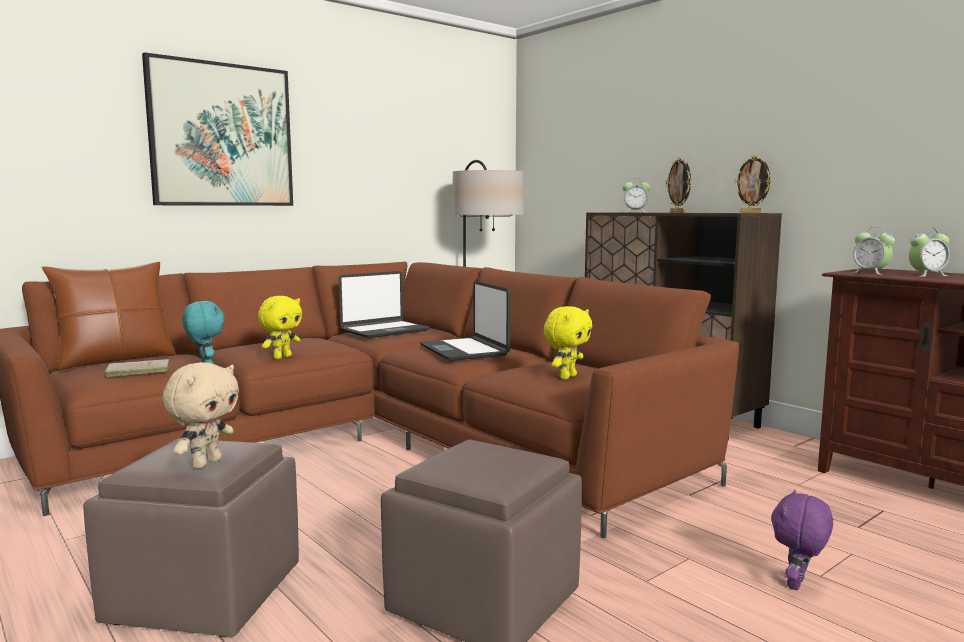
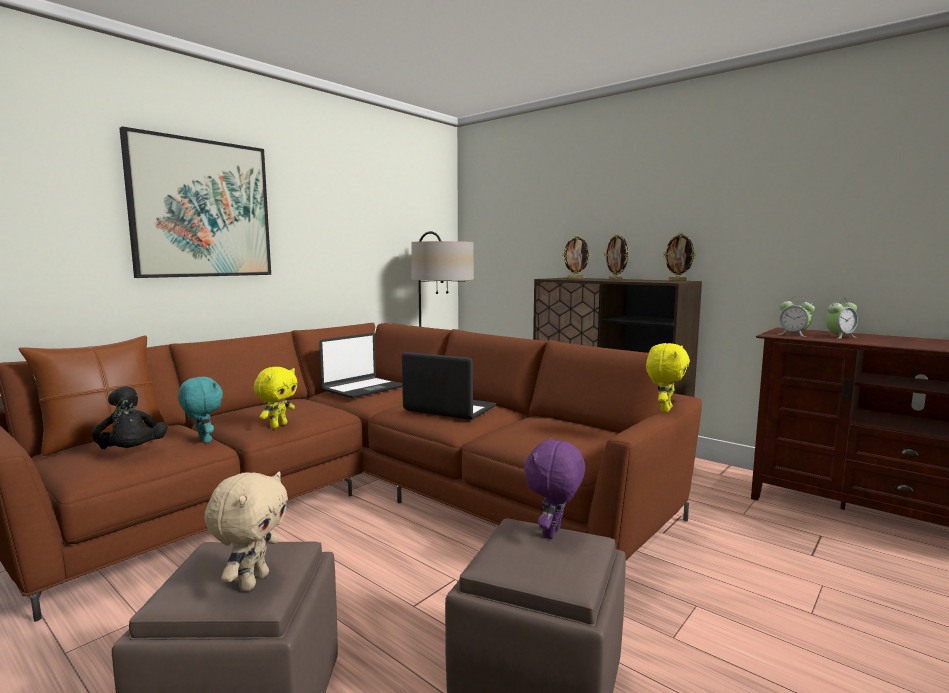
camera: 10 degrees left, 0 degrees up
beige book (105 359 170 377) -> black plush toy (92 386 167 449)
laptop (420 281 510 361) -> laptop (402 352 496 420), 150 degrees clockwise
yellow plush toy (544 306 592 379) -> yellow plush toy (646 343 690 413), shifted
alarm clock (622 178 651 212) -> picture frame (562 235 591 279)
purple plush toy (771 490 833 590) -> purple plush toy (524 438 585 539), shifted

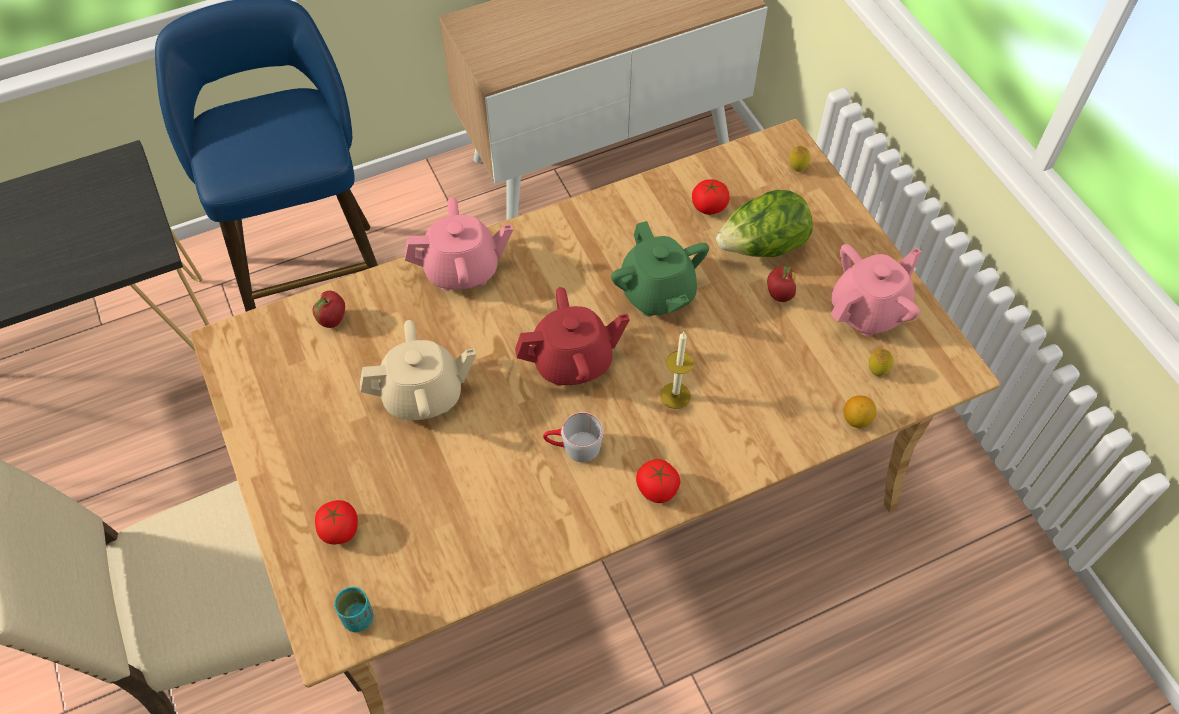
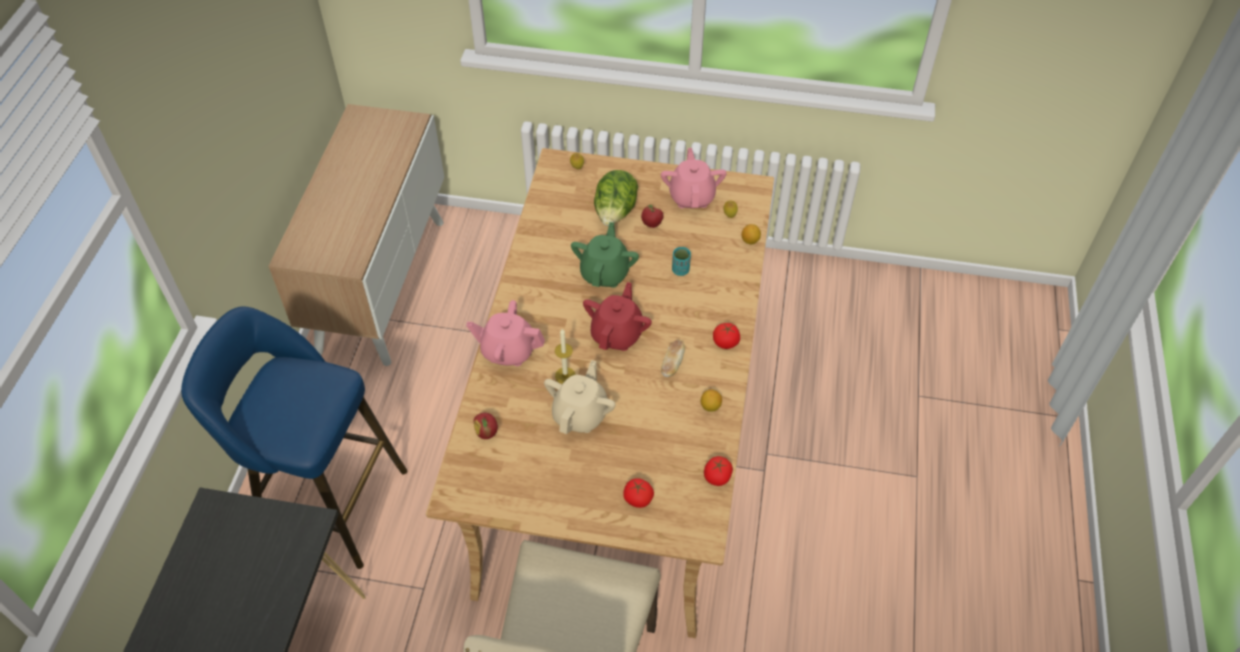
camera: 55 degrees left, 5 degrees down
turquoise cup (334 587 373 632) -> turquoise cup (672 247 691 276), shifted
pink teapot (405 197 513 291) -> pink teapot (466 300 545 366), 105 degrees counterclockwise
grey mug (543 412 603 462) -> bread (661 340 685 377)
green teapot (611 221 709 316) -> green teapot (571 222 639 288), 90 degrees counterclockwise
candle (660 331 693 409) -> candle (555 329 576 384), shifted
tomato (692 179 730 215) -> tomato (704 456 733 486), shifted
none -> lemon (701 389 722 412)

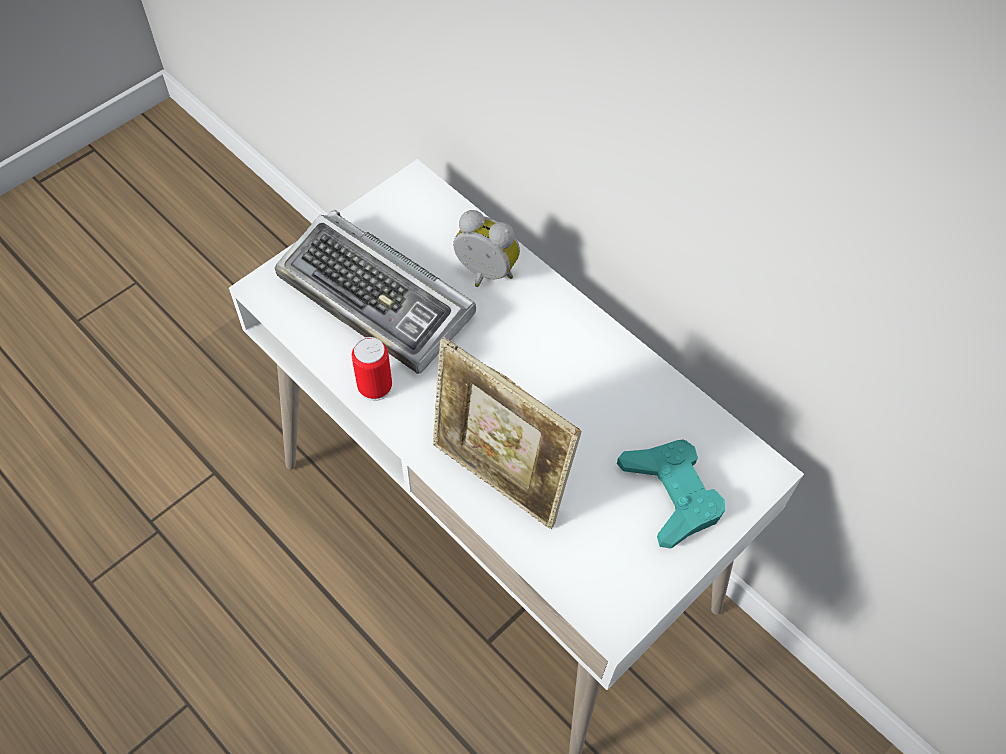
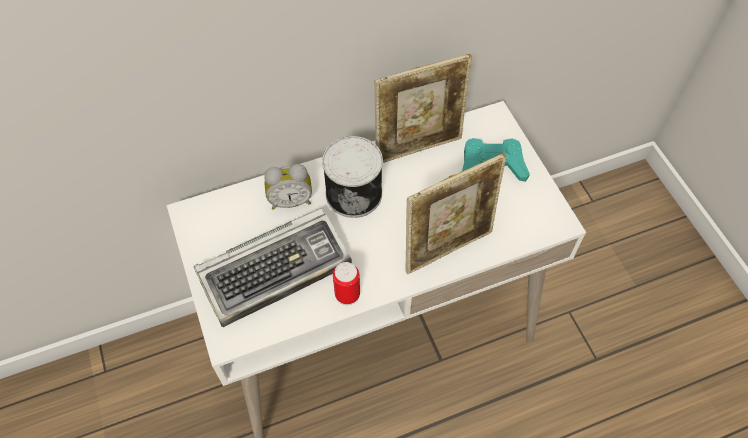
camera: 65 degrees left, 0 degrees up
alarm clock (453 210 520 287) -> alarm clock (264 164 312 210), 150 degrees counterclockwise
none -> can (322 136 383 218)
none -> picture frame (375 54 472 163)

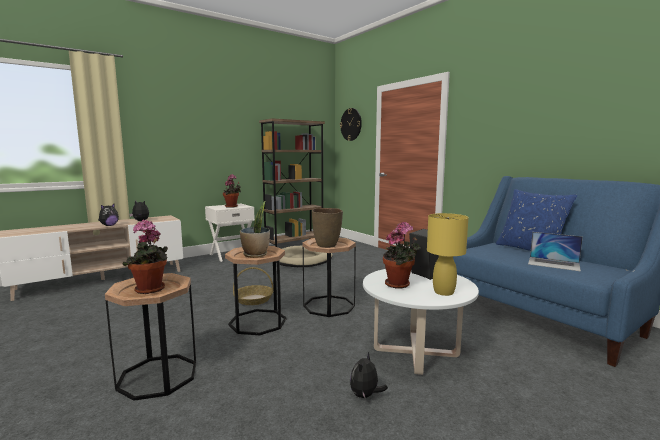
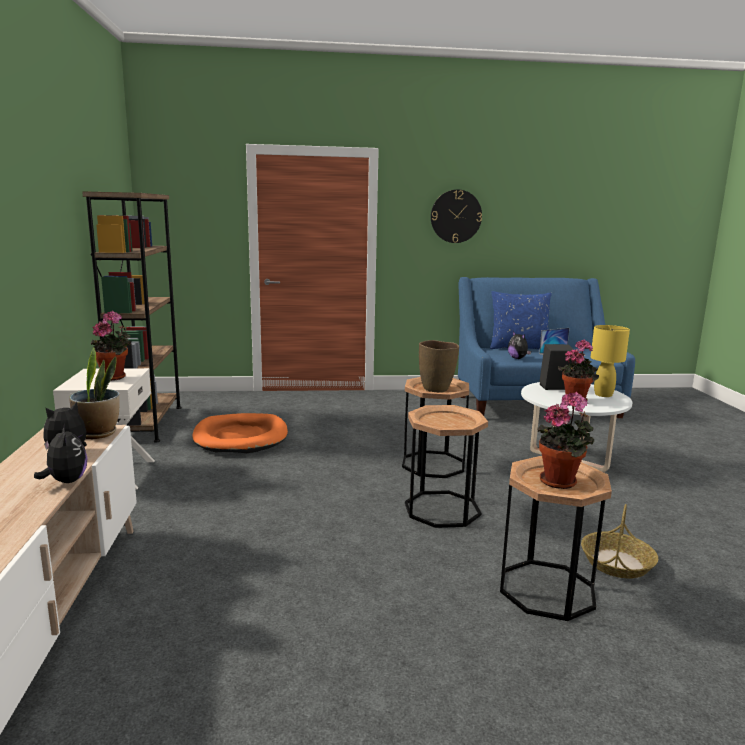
camera: 60 degrees left, 5 degrees up
basket (233 267 273 305) -> basket (581 504 658 579), shifted
potted plant (240 201 270 258) -> potted plant (69 347 120 439), shifted
beige dog bed (276 246 333 267) -> orange dog bed (192 413 288 453)
wall clock (340 108 362 141) -> wall clock (431 190 482 243), shifted
plush toy (350 352 388 399) -> plush toy (508 331 531 359), shifted

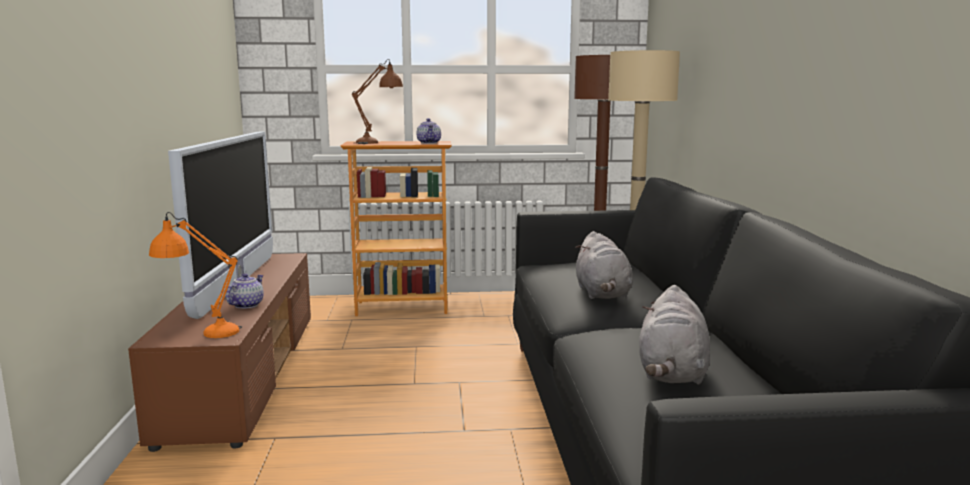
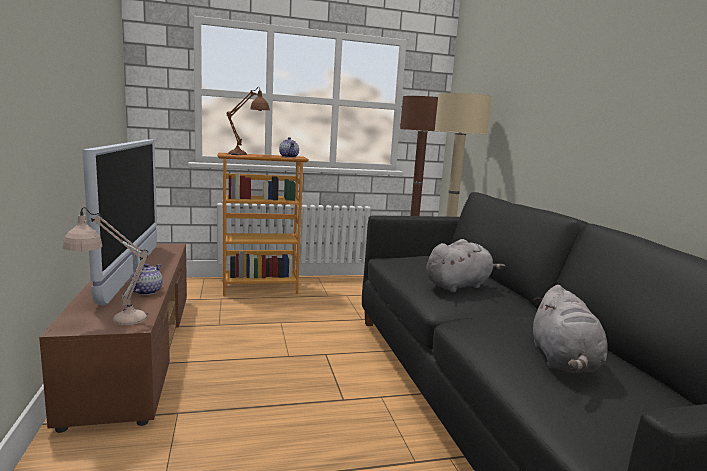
camera: 10 degrees left, 0 degrees up
orange table lamp (149 212 242 338) -> beige table lamp (63 207 149 325)
grey plush toy (575 231 633 299) -> grey plush toy (426 239 506 292), 105 degrees counterclockwise

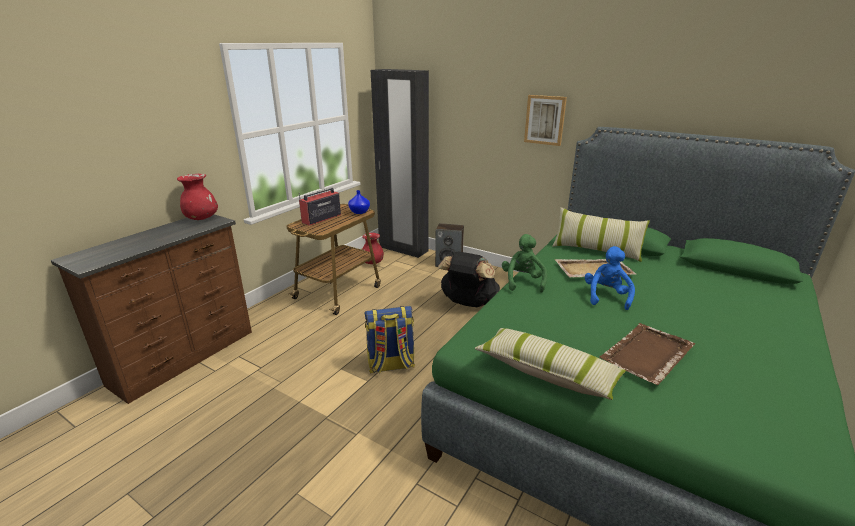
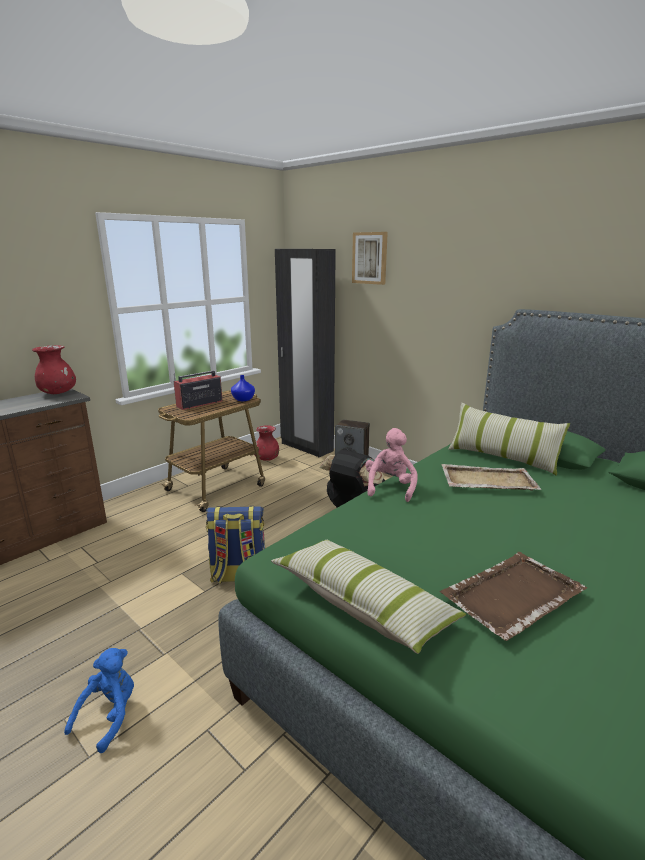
camera: 10 degrees right, 5 degrees down
green plush toy (502 234 547 292) -> pink plush toy (365 428 418 502)
picture (524 95 567 146) -> picture (352 232 388 285), shifted
blue plush toy (585 246 635 310) -> blue plush toy (64 648 134 753), shifted

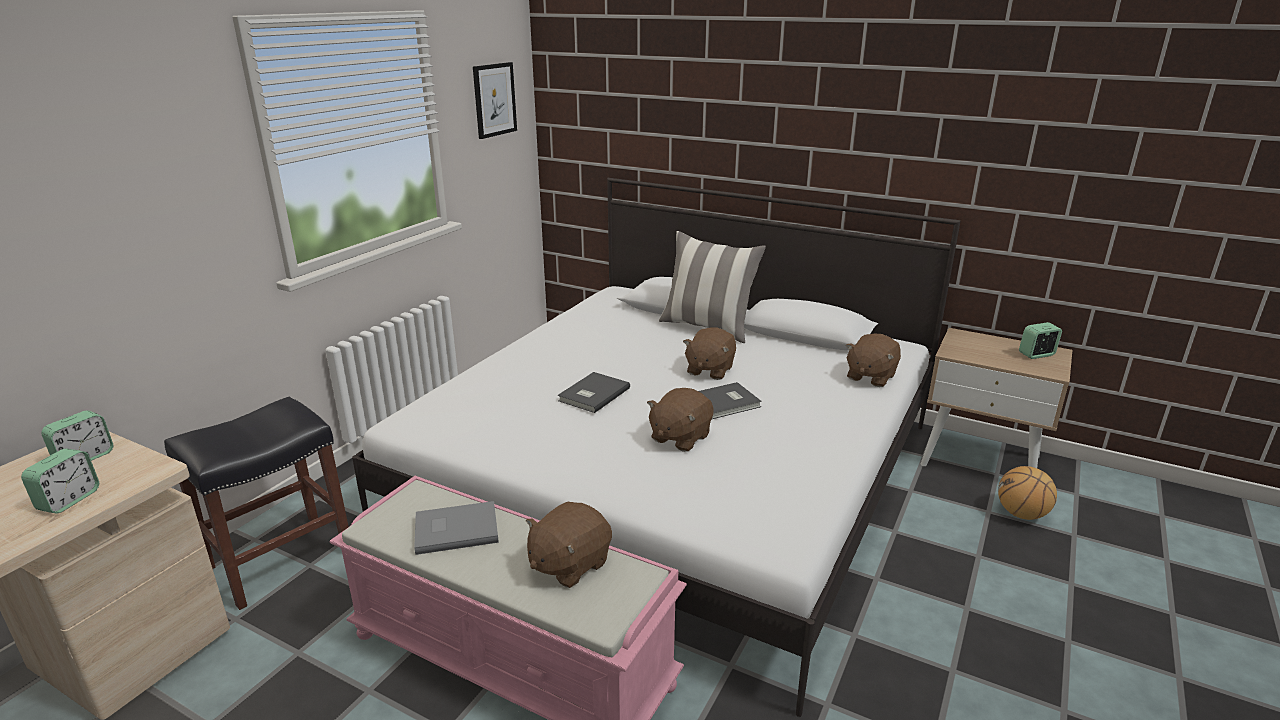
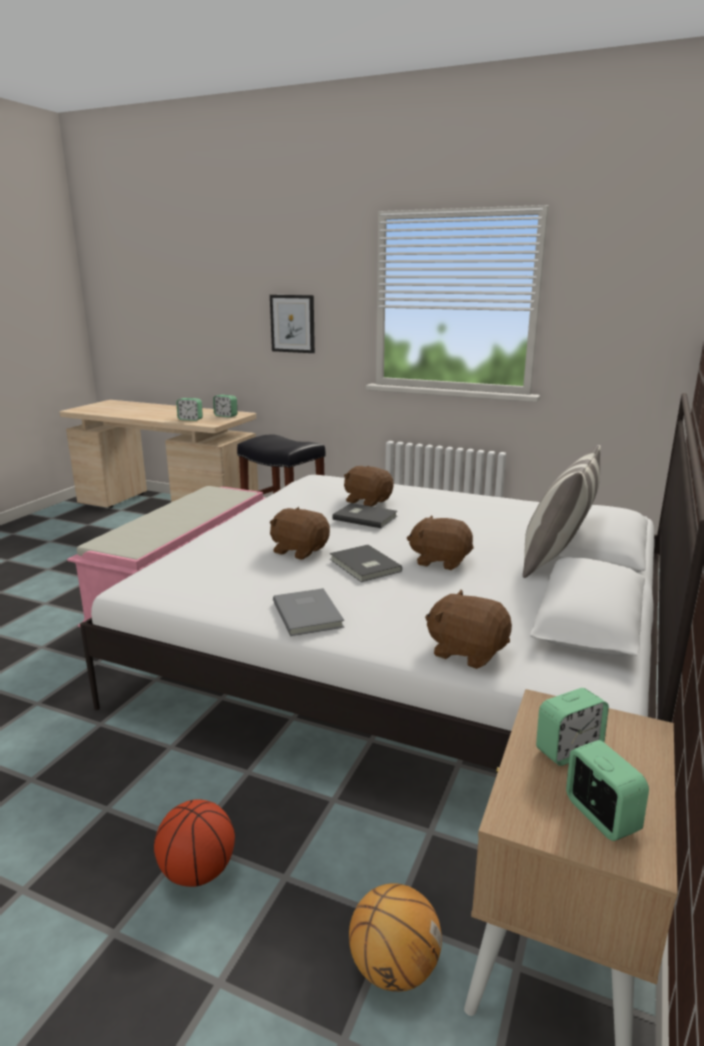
camera: 85 degrees right, 5 degrees down
grey book (414 501 499 555) -> grey book (273 588 344 636), shifted
picture (473 62 517 139) -> picture (270 295 315 353), shifted
brown plush toy (526 501 612 588) -> brown plush toy (344 466 394 506), shifted
none -> basketball (154 799 235 887)
none -> alarm clock (536 688 609 766)

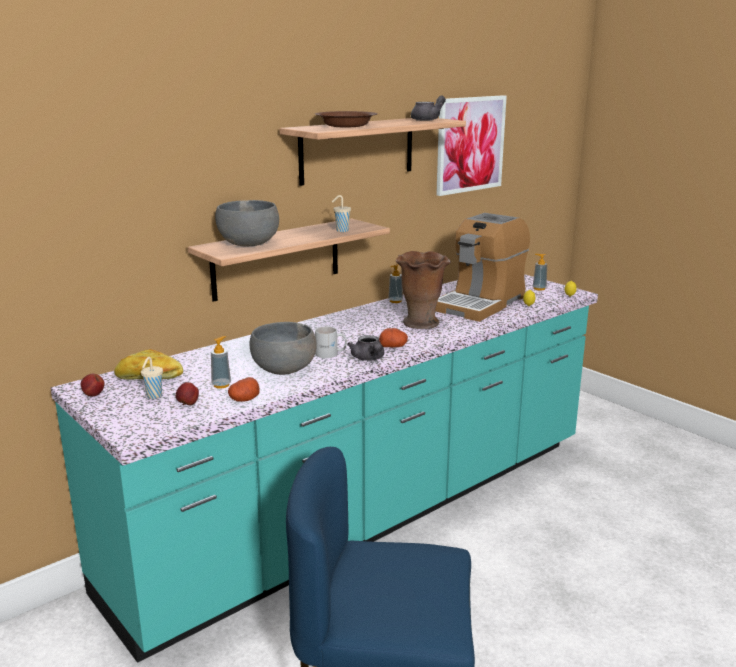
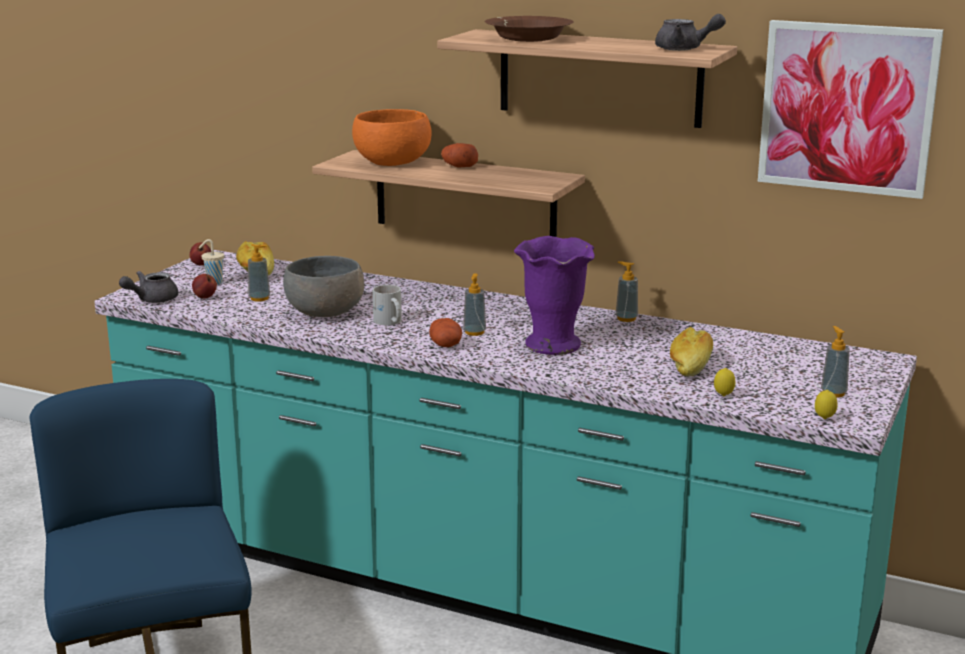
camera: 65 degrees right, 0 degrees up
grey bowl (215 200 279 246) -> orange bowl (352 109 431 166)
potato (228 377 260 402) -> potato (441 143 478 167), shifted
beige cup (332 195 351 232) -> none
grey teapot (347 335 384 361) -> grey teapot (119 271 178 303), shifted
brown vase (396 251 451 329) -> purple vase (514 236 595 355)
coffee machine (435 213 530 322) -> bread (670 327 713 376)
none -> soap dispenser (463 273 486 336)

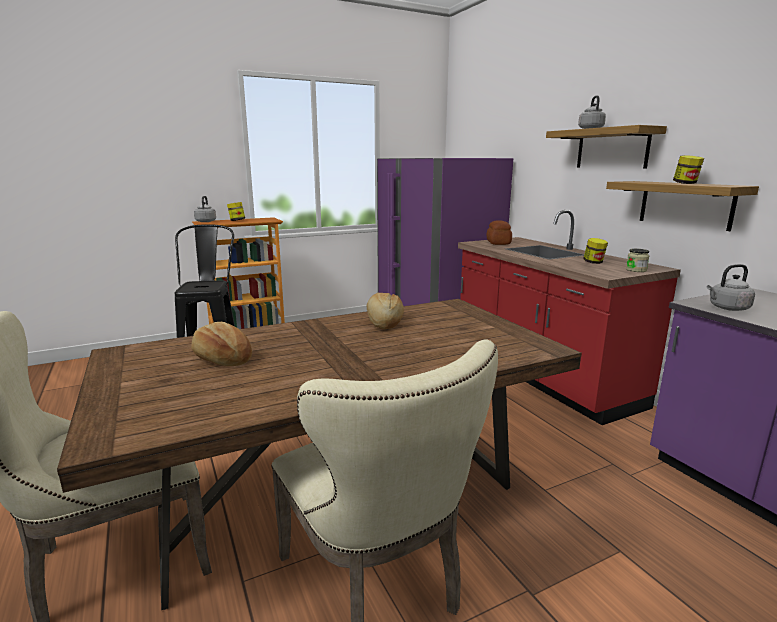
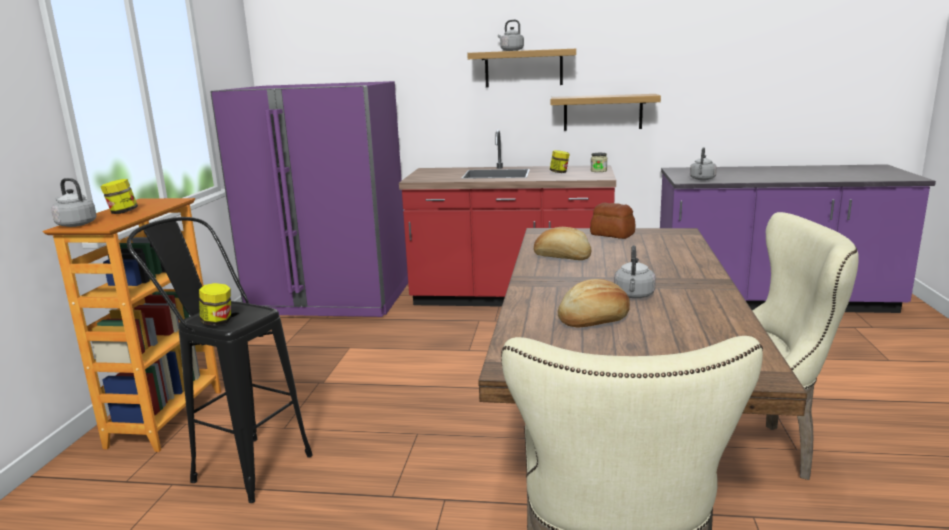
camera: 55 degrees left, 0 degrees up
bread (487 220 512 245) -> bread (590 203 636 239), shifted
jar (673 155 704 184) -> jar (199 283 231 326), shifted
none -> grey kettle (614 245 656 298)

